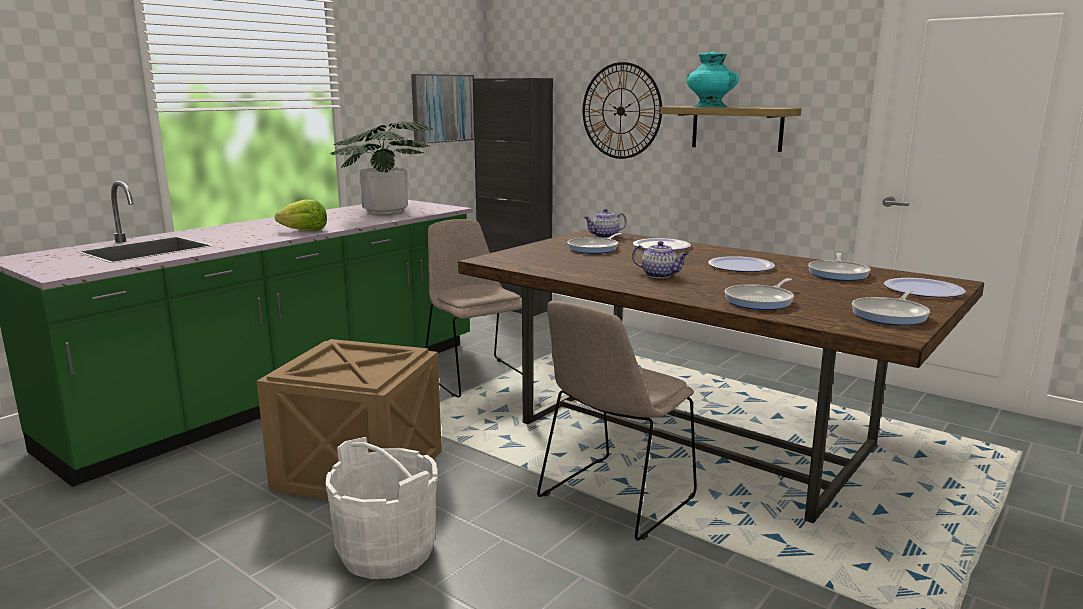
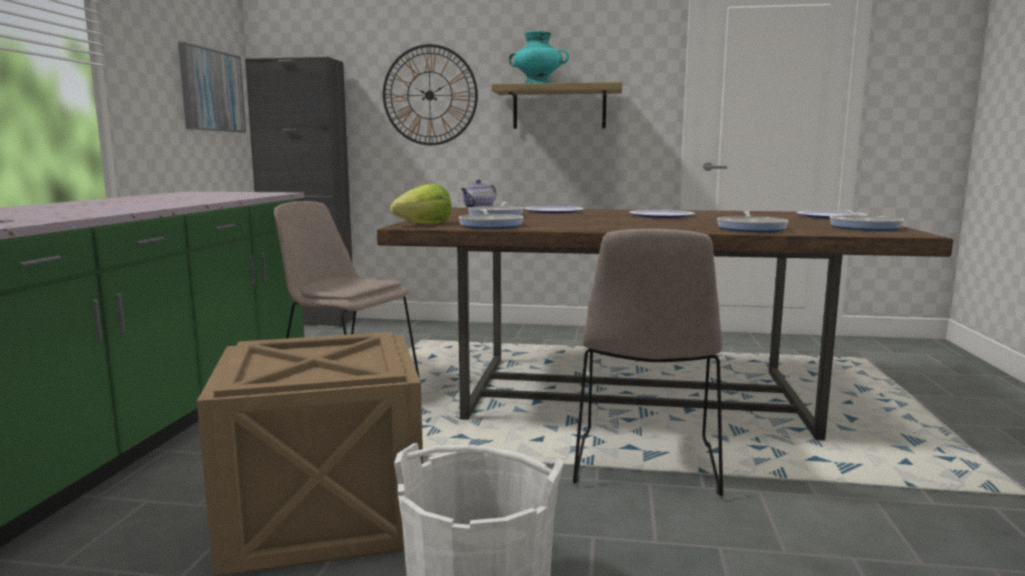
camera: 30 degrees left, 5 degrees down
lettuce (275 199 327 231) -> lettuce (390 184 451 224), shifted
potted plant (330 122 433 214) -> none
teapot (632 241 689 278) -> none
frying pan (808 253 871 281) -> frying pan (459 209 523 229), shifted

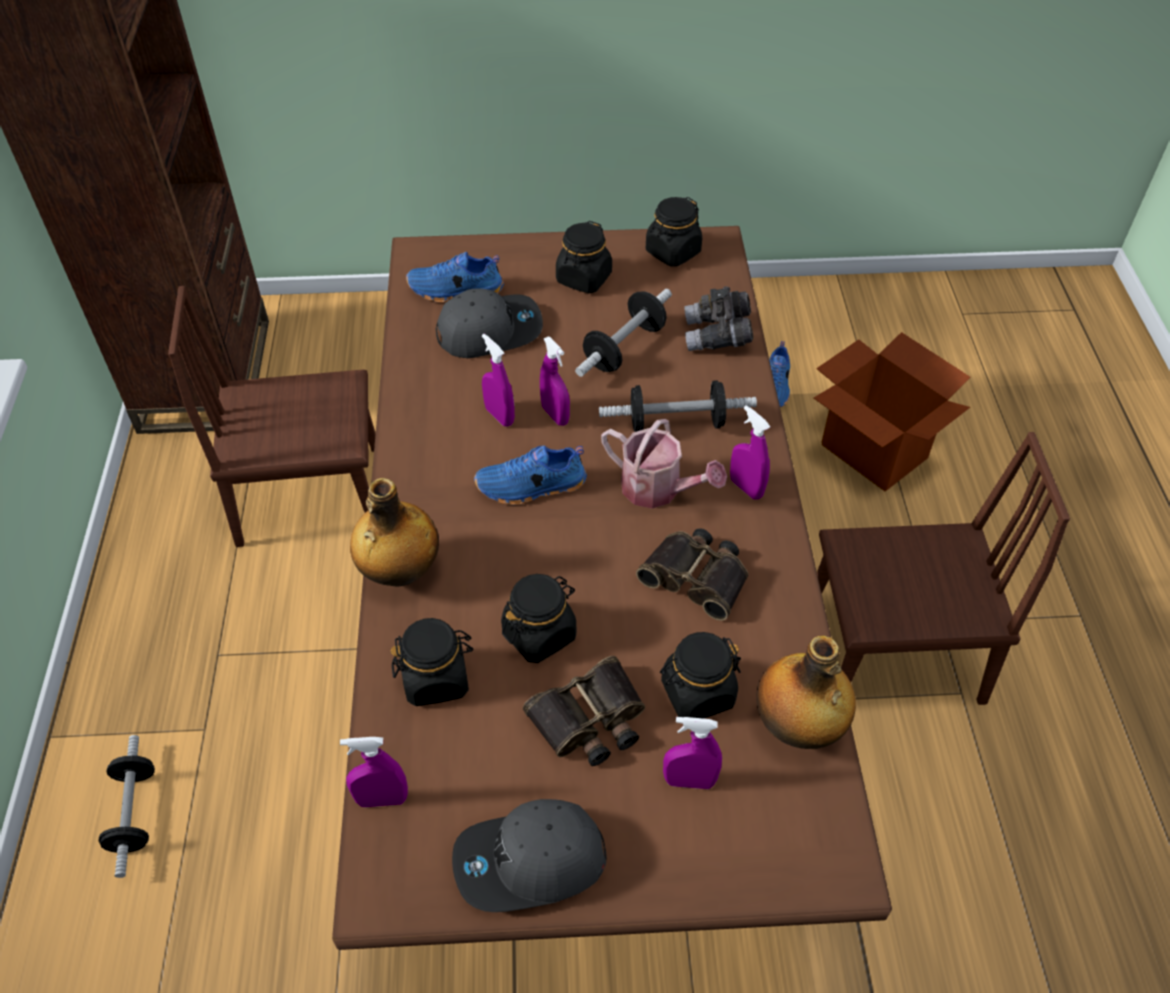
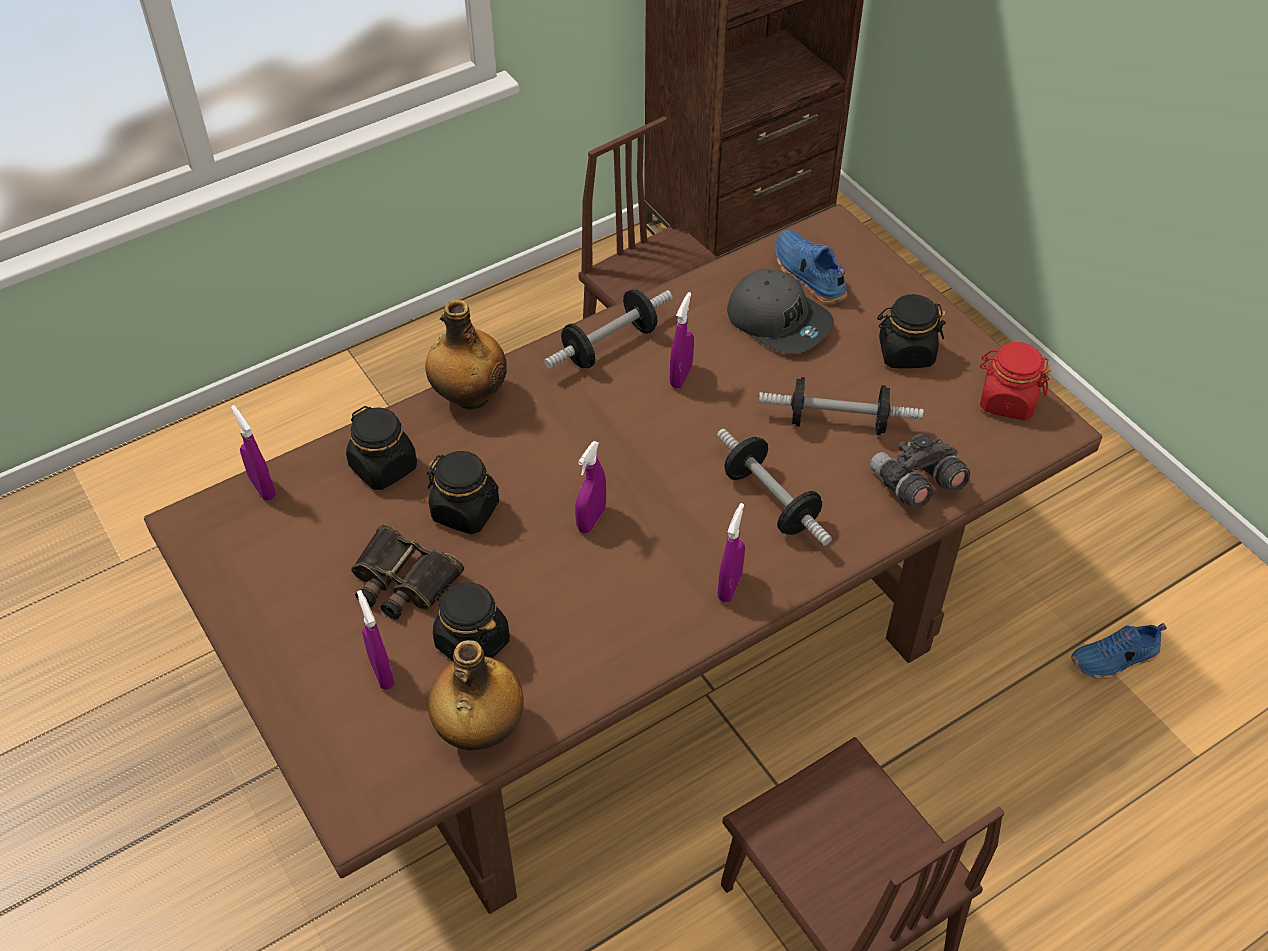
camera: 60 degrees right, 0 degrees up
dumbbell (99 735 155 878) -> dumbbell (544 290 673 369), shifted
grey cap (452 799 607 912) -> none
blue shoe (474 445 587 505) -> none
purple spray bottle (540 337 570 426) -> purple spray bottle (575 441 606 533), shifted
watering can (601 419 727 509) -> none
binoculars (636 528 748 621) -> none
black jar (646 197 702 267) -> red jar (980 342 1052 420)
cardboard box (814 332 970 491) -> none

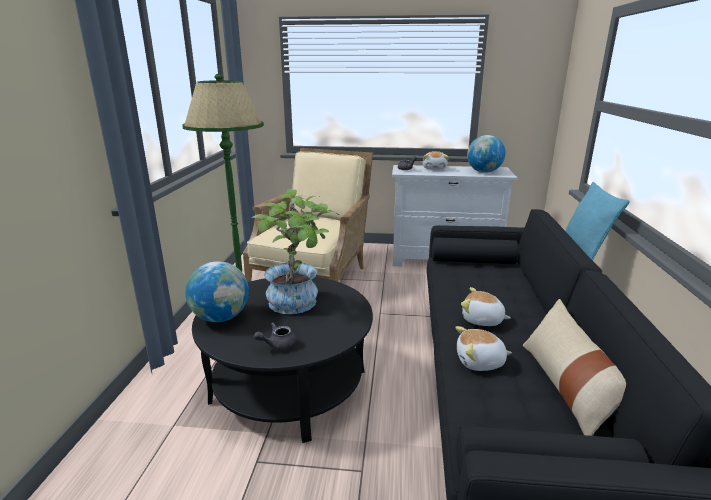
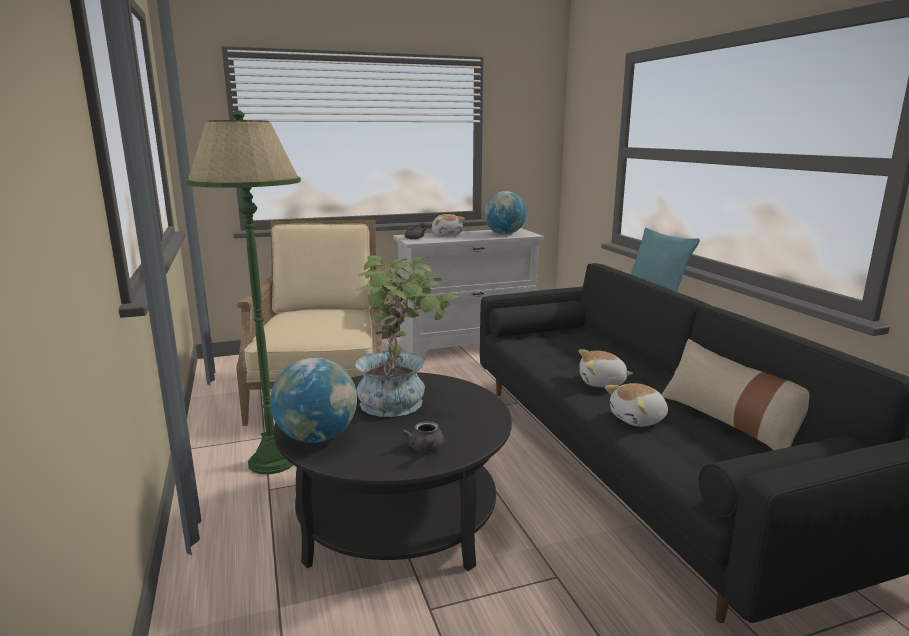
camera: 25 degrees left, 5 degrees down
grey teapot (254 323 296 351) -> grey teapot (401 421 445 452), 45 degrees counterclockwise

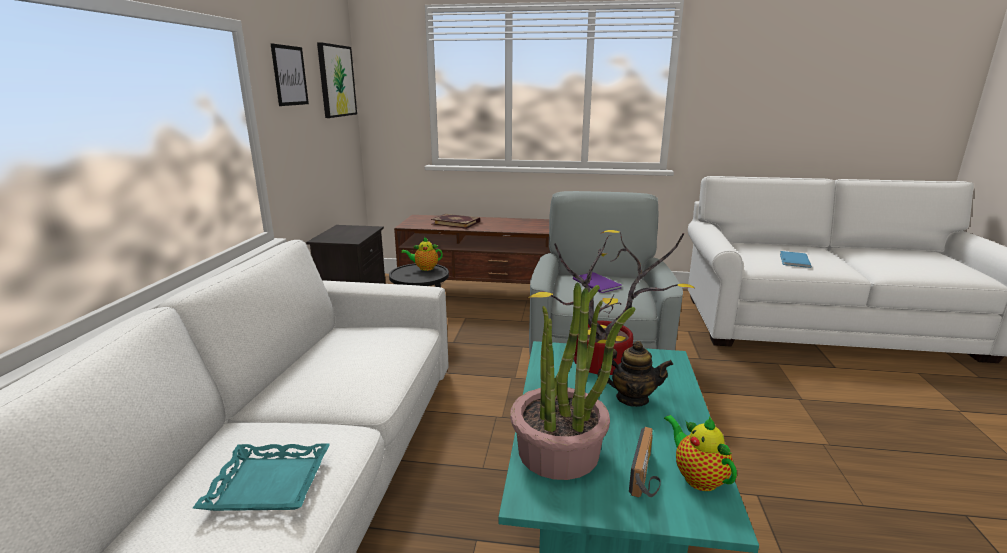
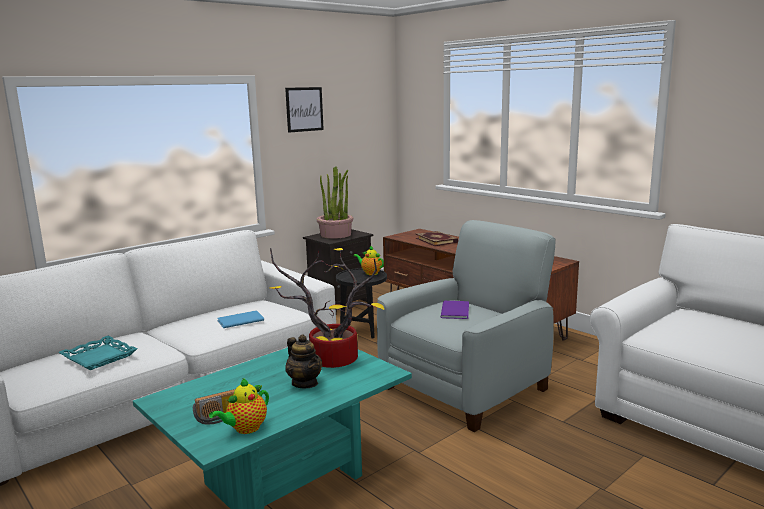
camera: 40 degrees right, 5 degrees down
picture (317 42 357 118) -> none
potted plant (510 282 635 480) -> potted plant (316 166 353 239), shifted
teapot (664 415 737 491) -> teapot (209 378 269 434), 150 degrees counterclockwise
blue book (780 251 812 268) -> blue book (217 310 264 328), shifted

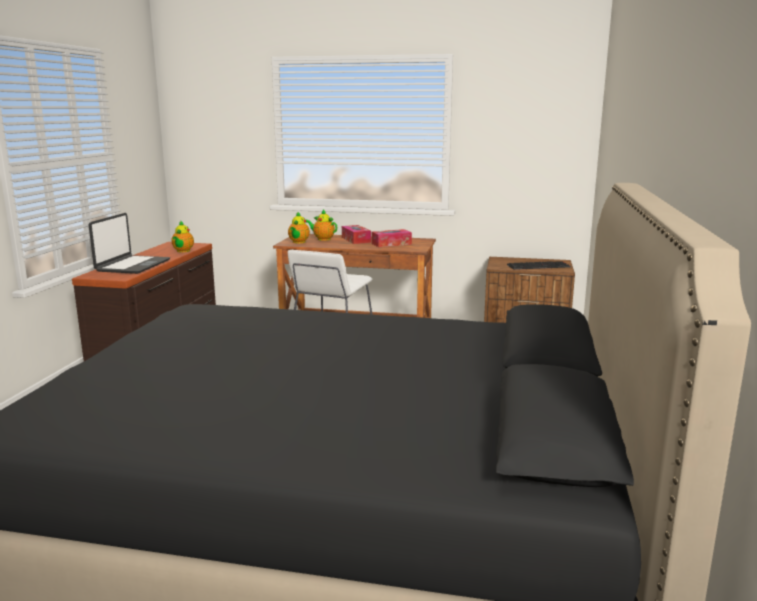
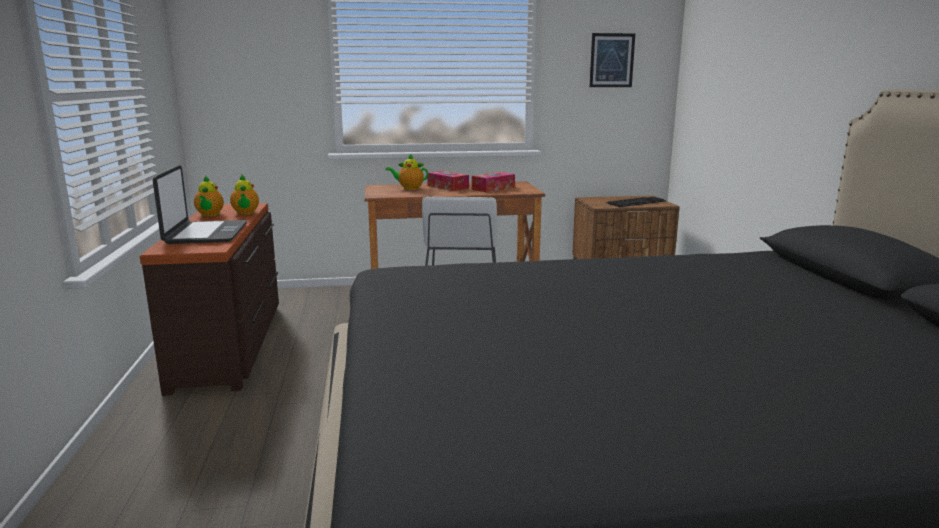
camera: 20 degrees left, 0 degrees up
teapot (288 212 310 243) -> teapot (194 175 224 217), shifted
none -> picture (589 33 635 87)

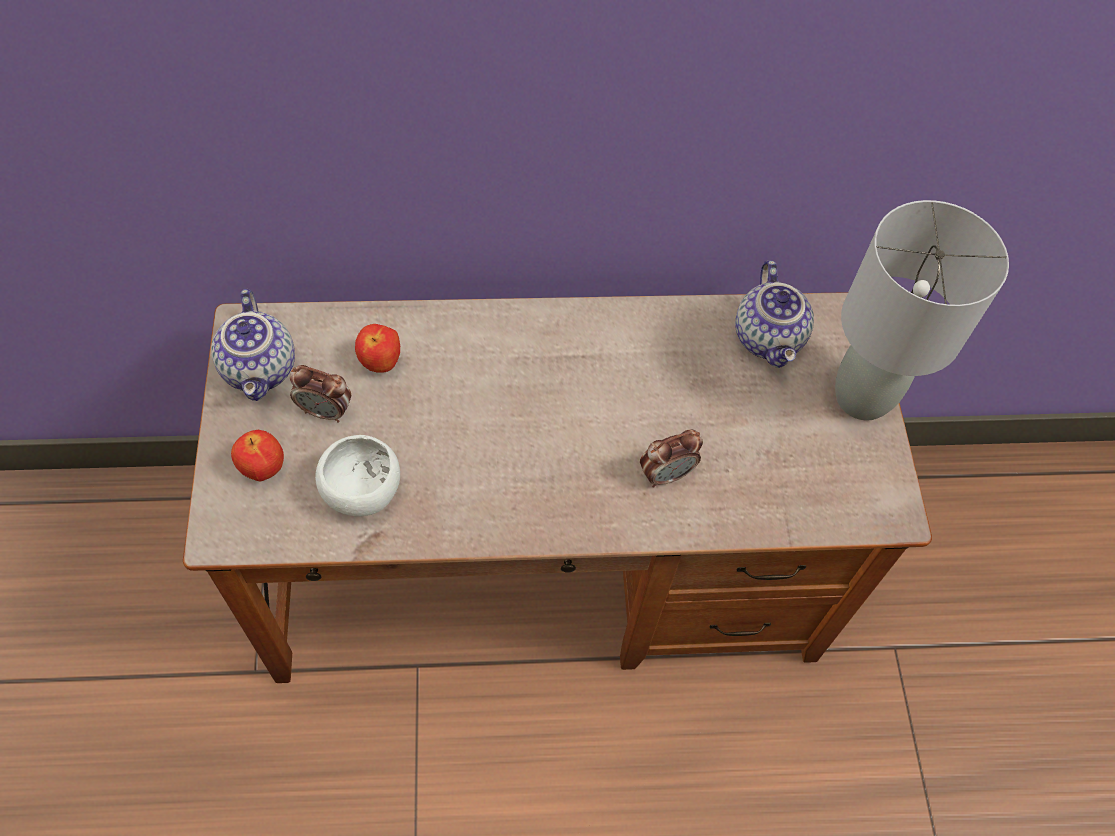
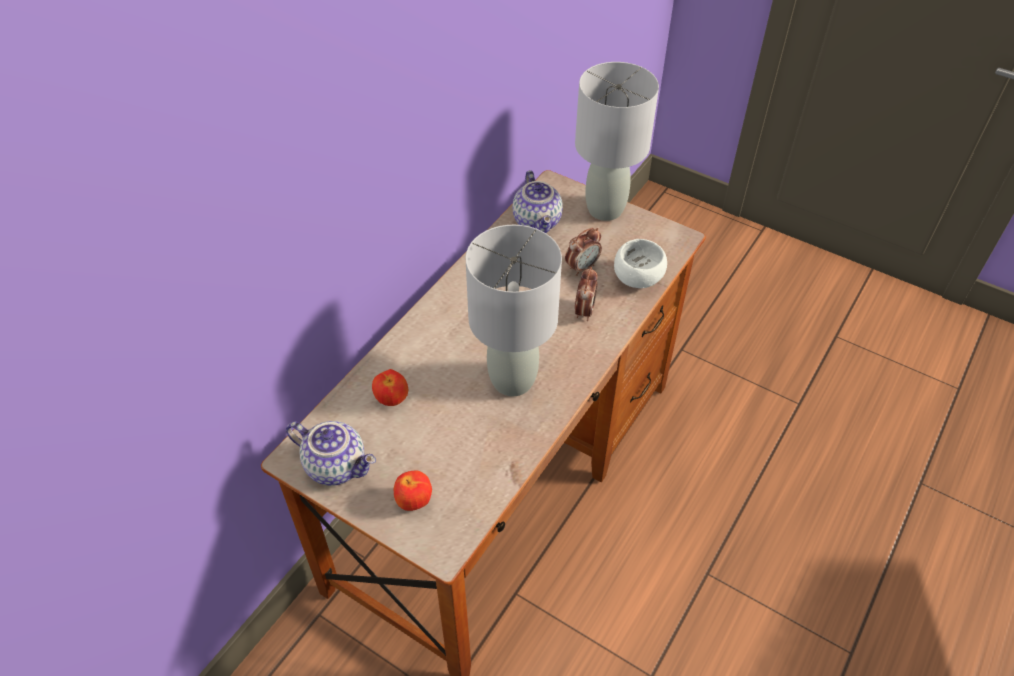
camera: 50 degrees left, 10 degrees down
alarm clock (290 365 351 423) -> alarm clock (565 228 602 276), shifted
white bowl (315 435 400 516) -> white bowl (614 239 667 288), shifted
teapot (735 260 814 368) -> teapot (513 170 563 233), 45 degrees clockwise
none -> grey table lamp (465 225 562 396)

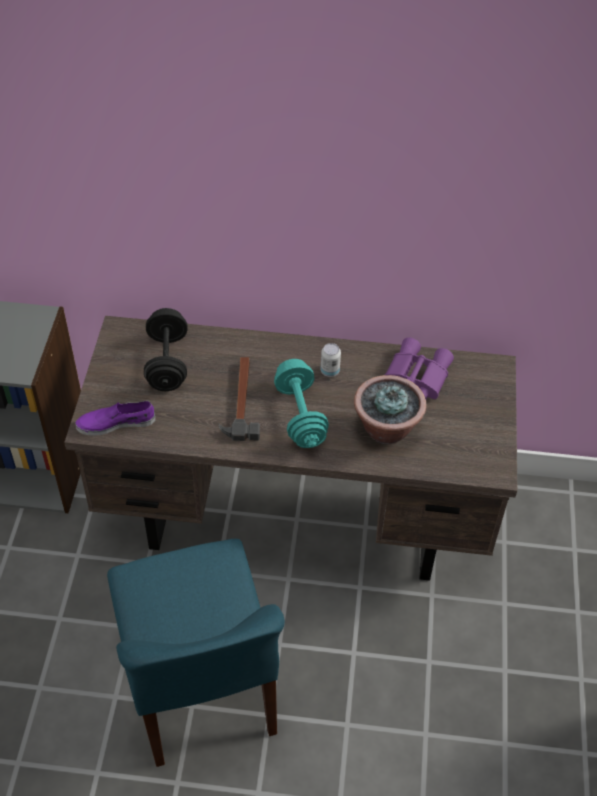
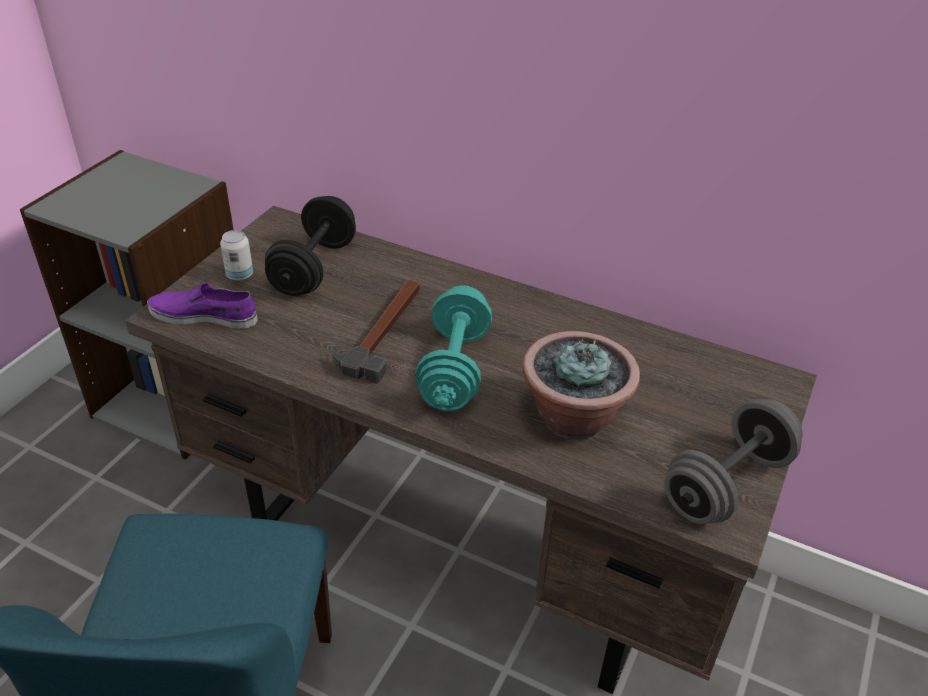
camera: 20 degrees right, 10 degrees down
can (321 343 341 377) -> can (220 230 253 281), shifted
purple binoculars (385 337 454 400) -> none
none -> grey dumbbell (664 399 802 524)

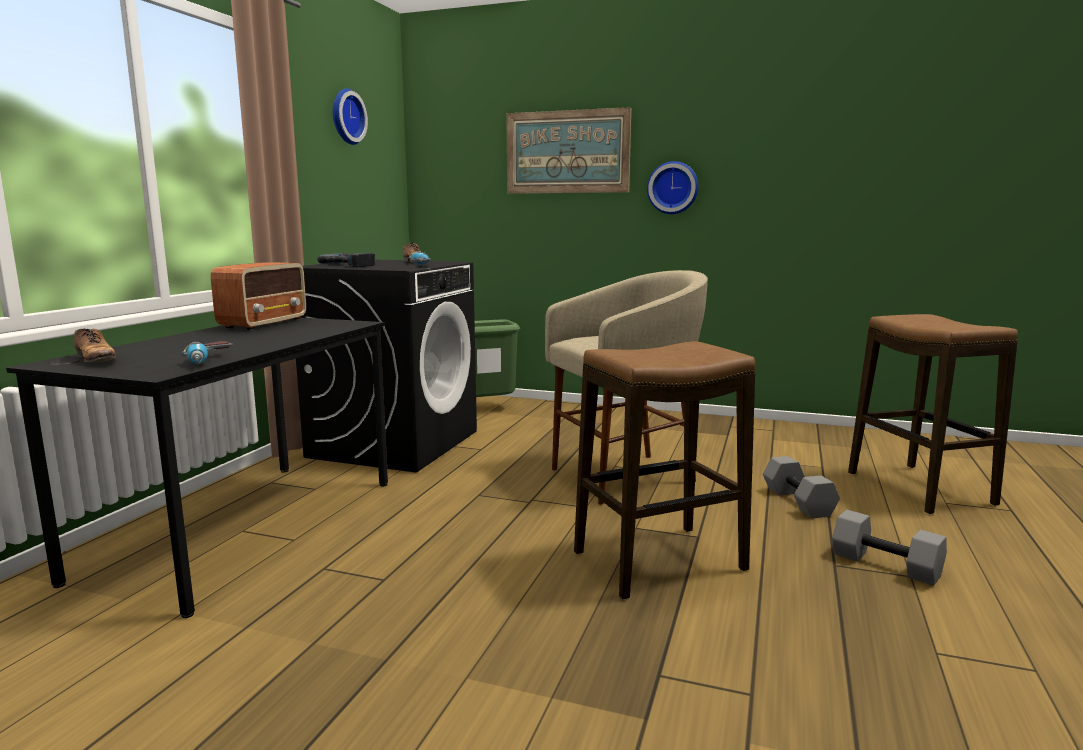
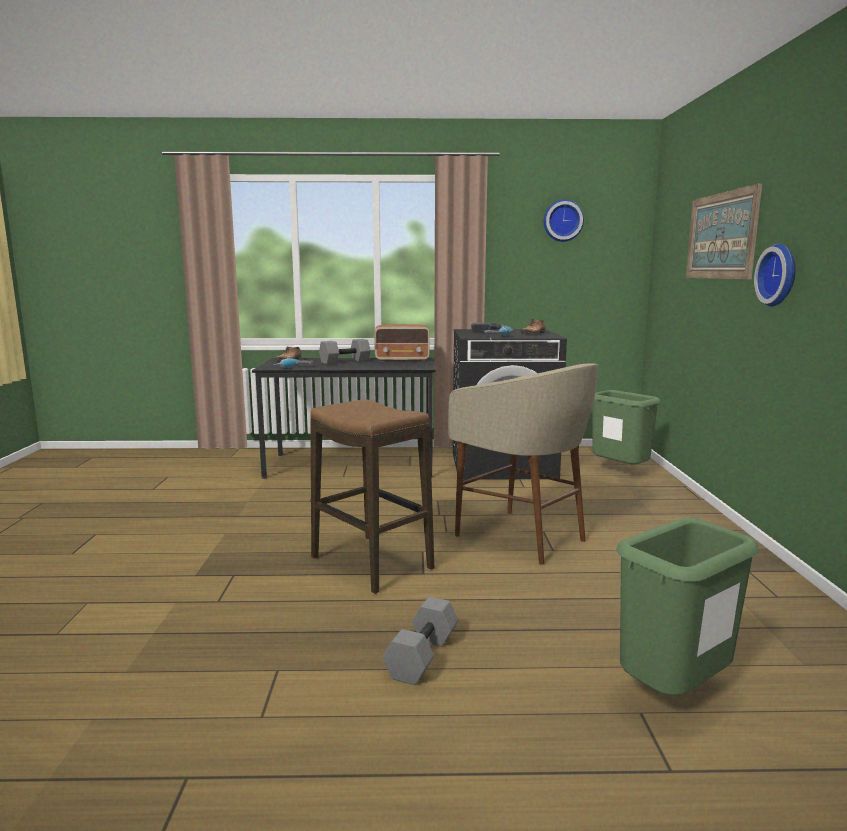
camera: 70 degrees right, 0 degrees up
grey dumbbell (763 456 840 518) -> grey dumbbell (319 339 371 364), shifted
stool (848 314 1018 514) -> green trash can (616 518 759 696)

